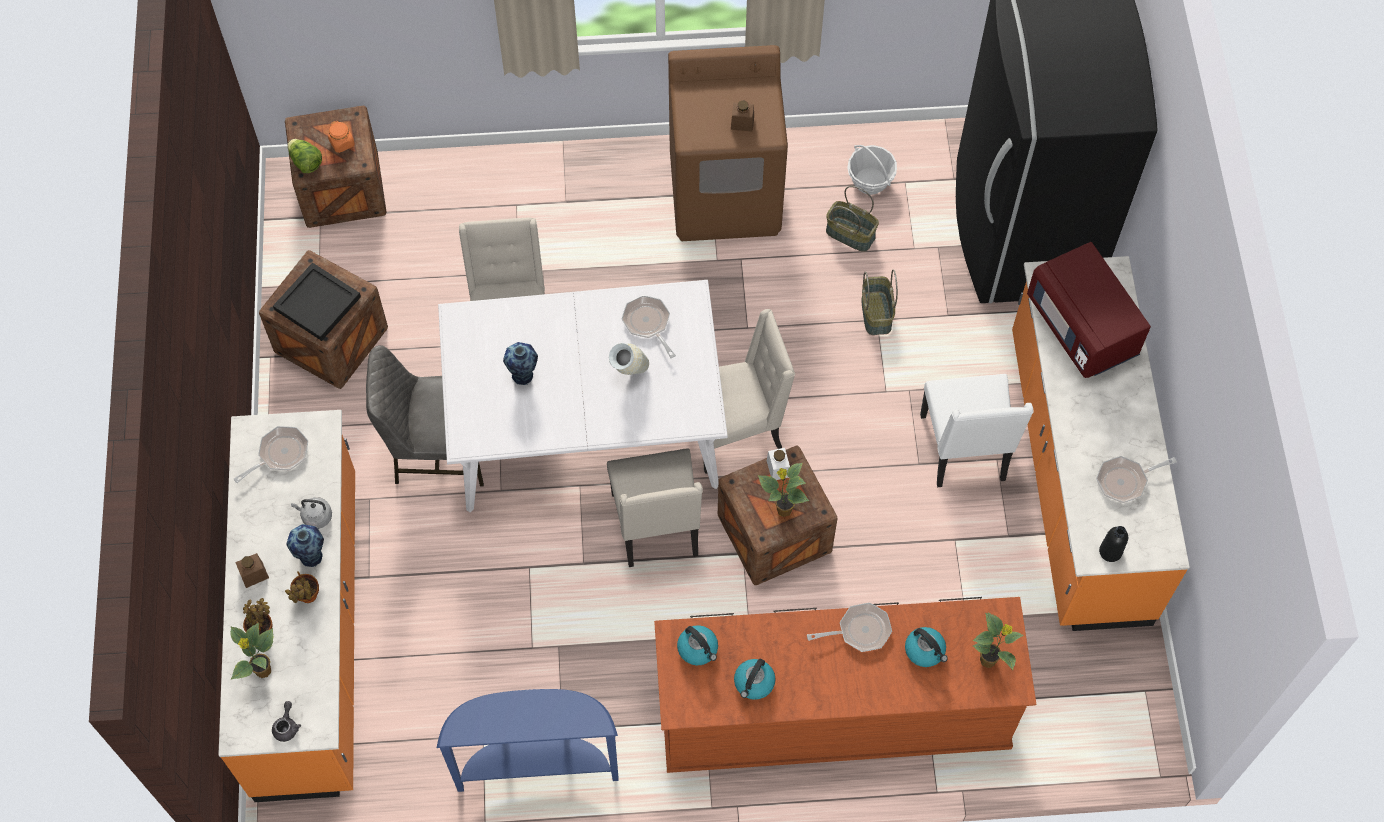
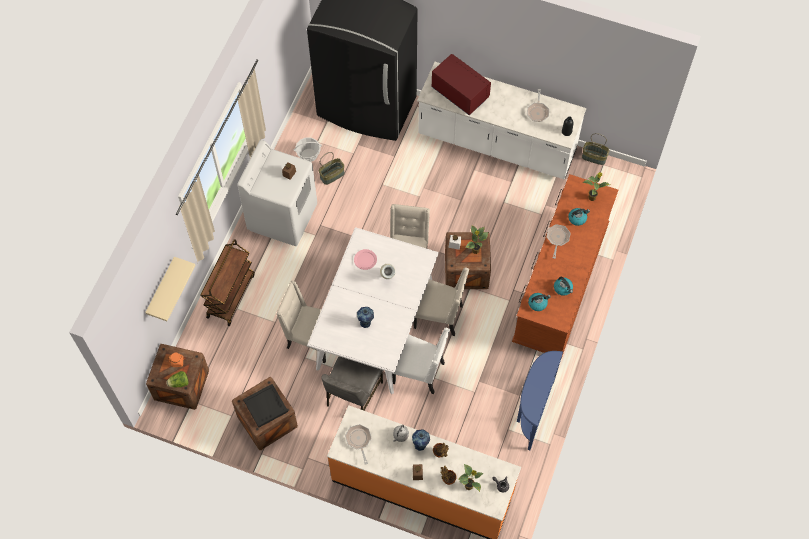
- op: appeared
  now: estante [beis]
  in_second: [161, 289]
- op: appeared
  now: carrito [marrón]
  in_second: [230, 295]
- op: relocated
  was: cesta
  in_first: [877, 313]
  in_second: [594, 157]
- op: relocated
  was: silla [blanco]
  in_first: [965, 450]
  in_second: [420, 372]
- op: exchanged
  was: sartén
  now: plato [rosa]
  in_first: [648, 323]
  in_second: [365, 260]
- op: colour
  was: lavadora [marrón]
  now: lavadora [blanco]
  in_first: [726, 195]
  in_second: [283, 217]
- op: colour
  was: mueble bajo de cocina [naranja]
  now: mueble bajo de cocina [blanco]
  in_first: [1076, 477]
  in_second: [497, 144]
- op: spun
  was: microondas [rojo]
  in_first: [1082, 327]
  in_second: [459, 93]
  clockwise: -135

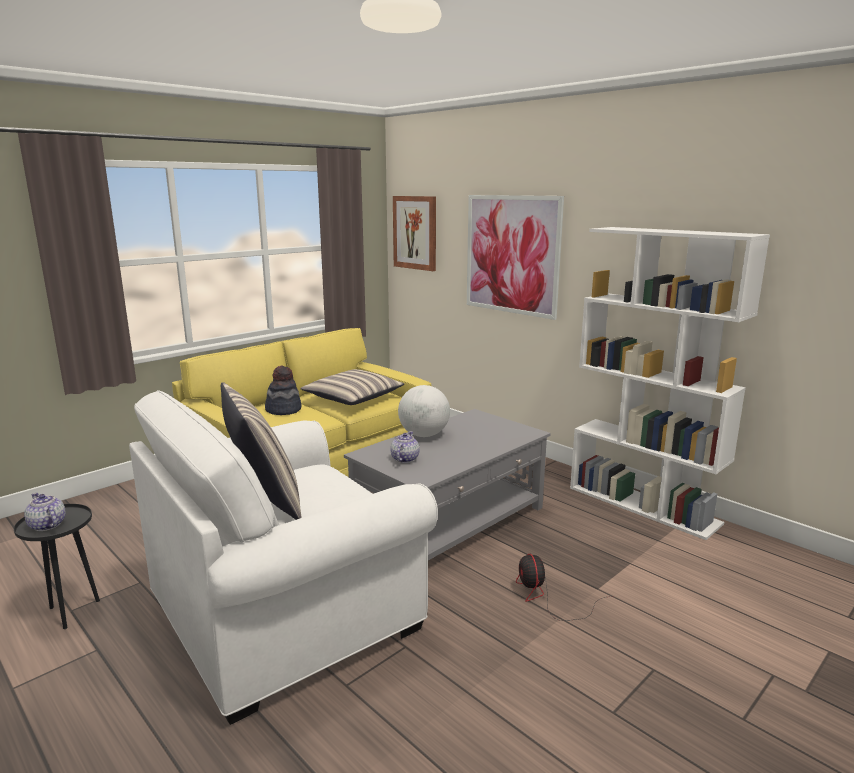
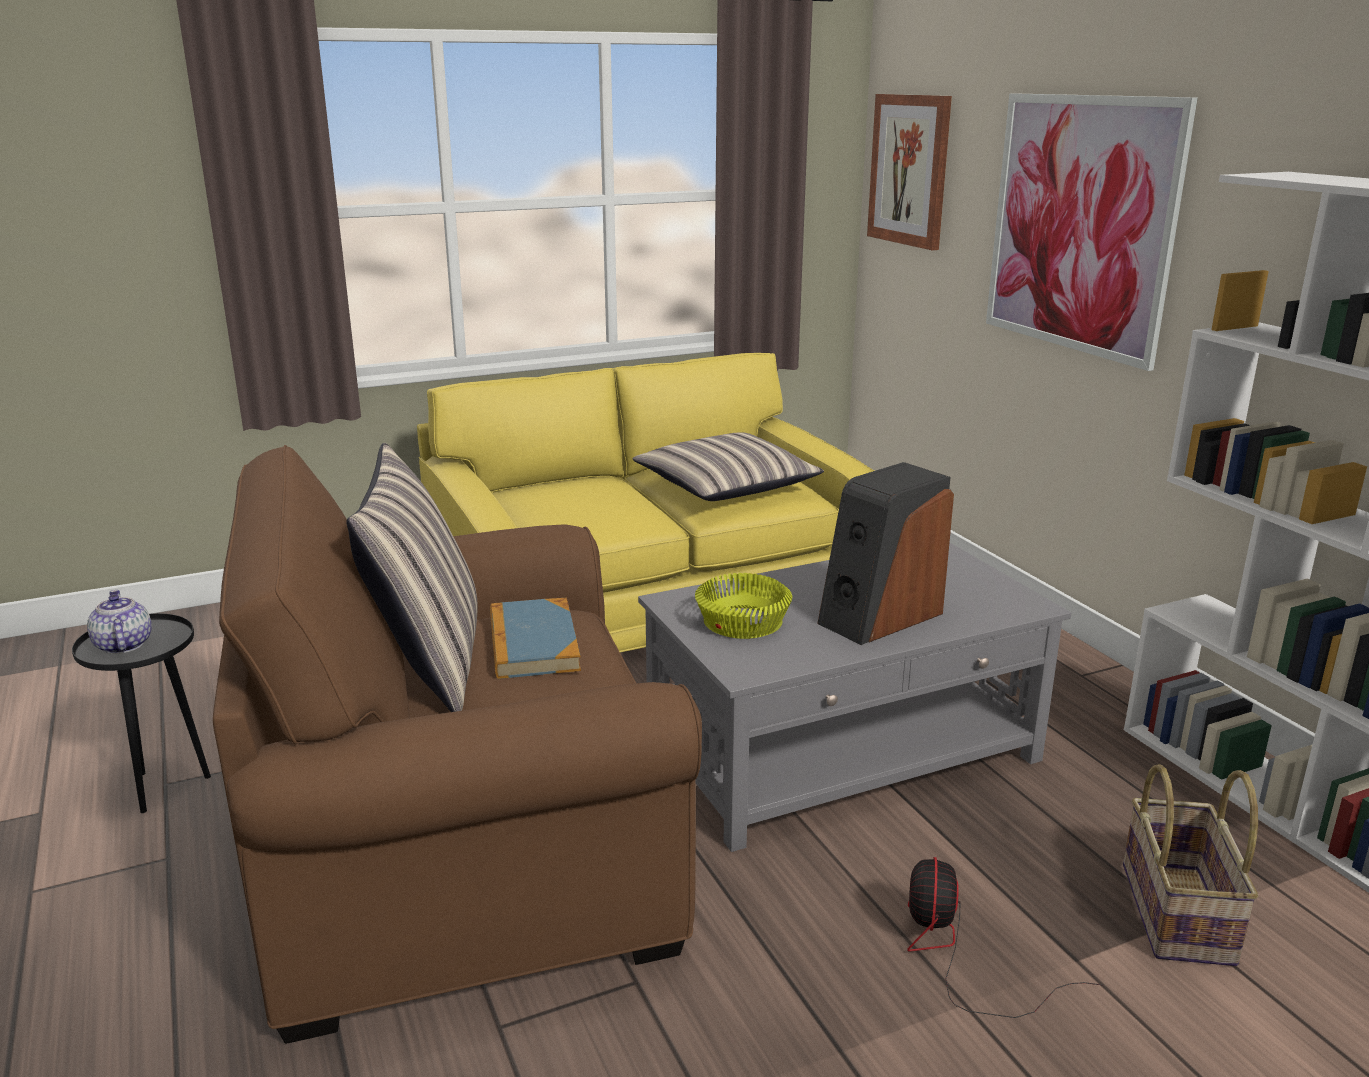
- op: missing
  was: sombrero
  in_first: [283, 410]
- op: missing
  was: globo terráqueo
  in_first: [424, 435]
- op: appeared
  now: libro
  in_second: [533, 643]
- op: appeared
  now: altavoz
  in_second: [879, 617]
- op: appeared
  now: cesta
  in_second: [1179, 914]
- op: exchanged
  was: tetera
  now: cuenco [amarillo]
  in_first: [404, 459]
  in_second: [741, 623]
- op: colour
  was: sillón [blanco]
  now: sillón [marrón]
  in_first: [285, 613]
  in_second: [466, 865]

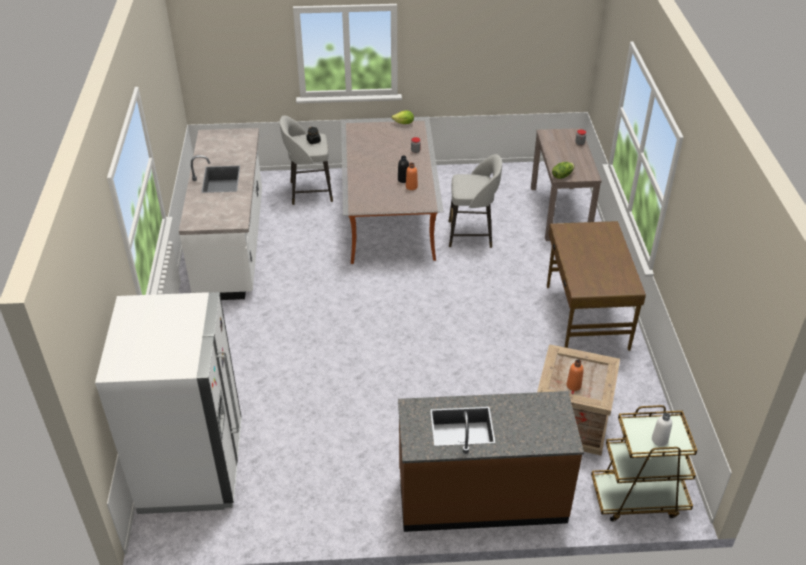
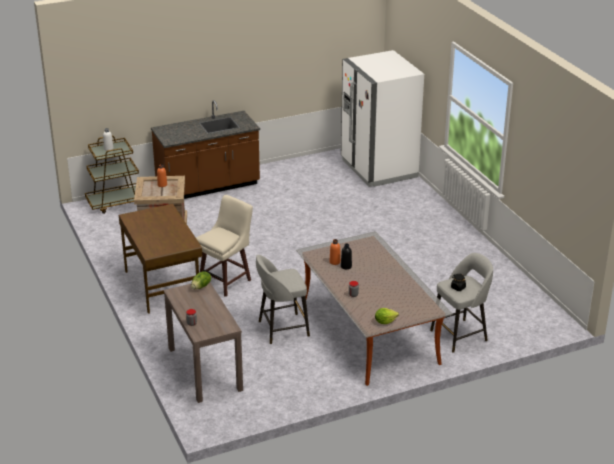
- op: missing
  was: mueble bajo de cocina [blanco]
  in_first: [232, 245]
- op: appeared
  now: taburete [beis]
  in_second: [226, 281]

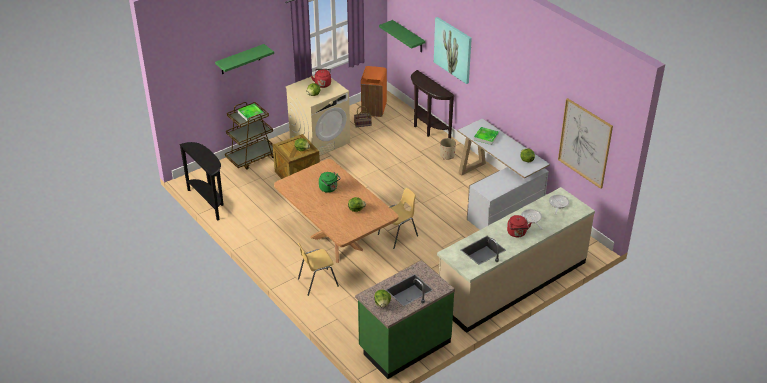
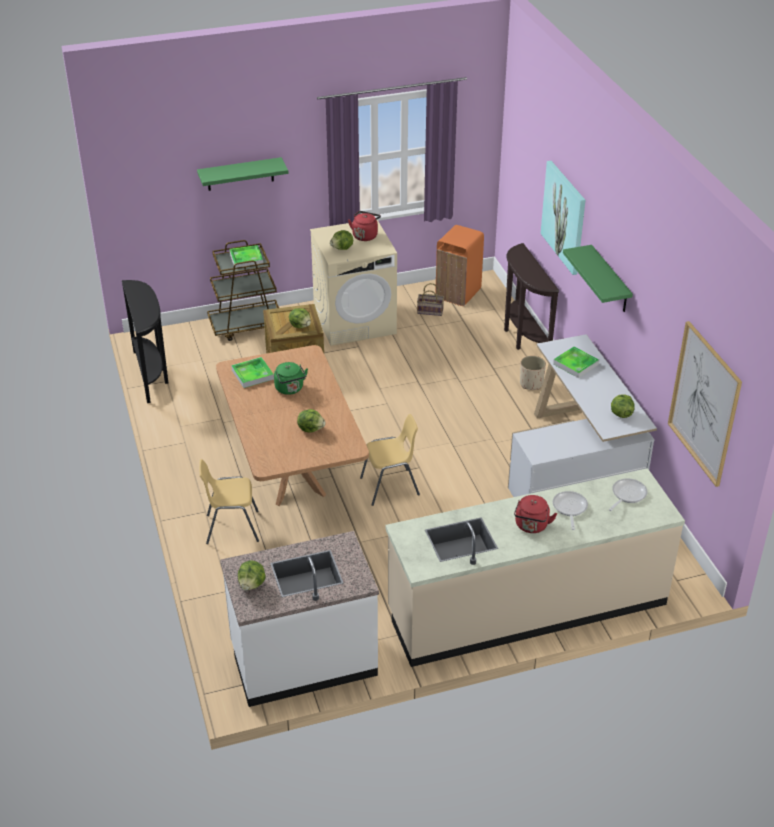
- op: appeared
  now: bandeja
  in_second: [252, 374]
- op: relocated
  was: estante [verde]
  in_first: [408, 36]
  in_second: [610, 280]
- op: colour
  was: mueble bajo de cocina [verde]
  now: mueble bajo de cocina [blanco]
  in_first: [404, 345]
  in_second: [303, 660]

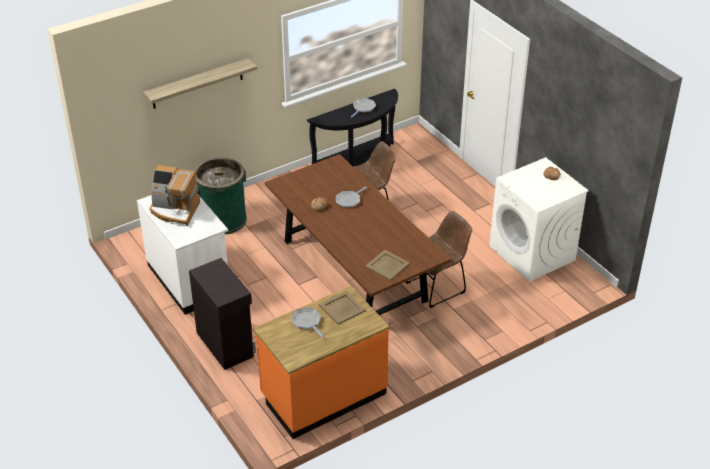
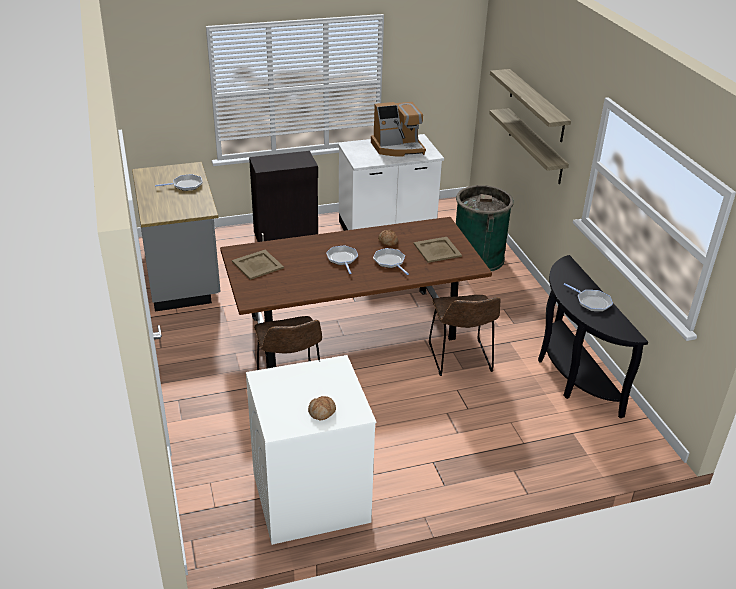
- op: appeared
  now: sartén
  in_second: [342, 259]
- op: appeared
  now: estante
  in_second: [535, 146]
- op: relocated
  was: bandeja [beis]
  in_first: [341, 308]
  in_second: [437, 249]
- op: colour
  was: mueble bajo de cocina [naranja]
  now: mueble bajo de cocina [gris]
  in_first: [323, 395]
  in_second: [183, 275]
- op: spun
  was: cafetera
  in_first: [175, 210]
  in_second: [398, 148]
  clockwise: -135

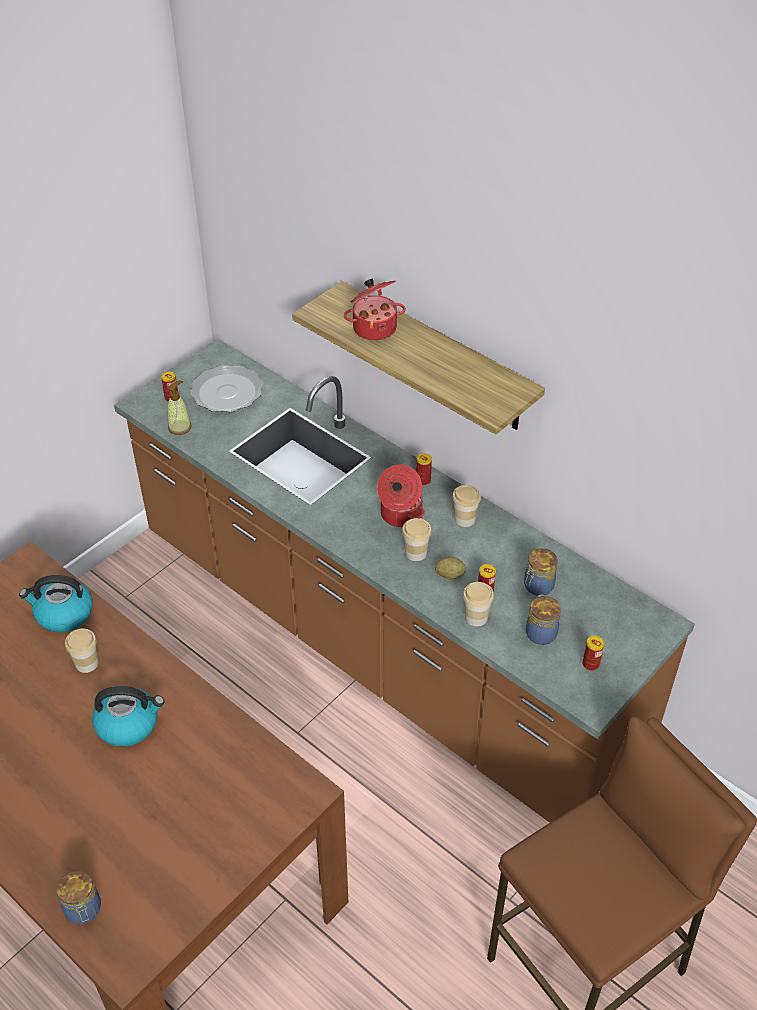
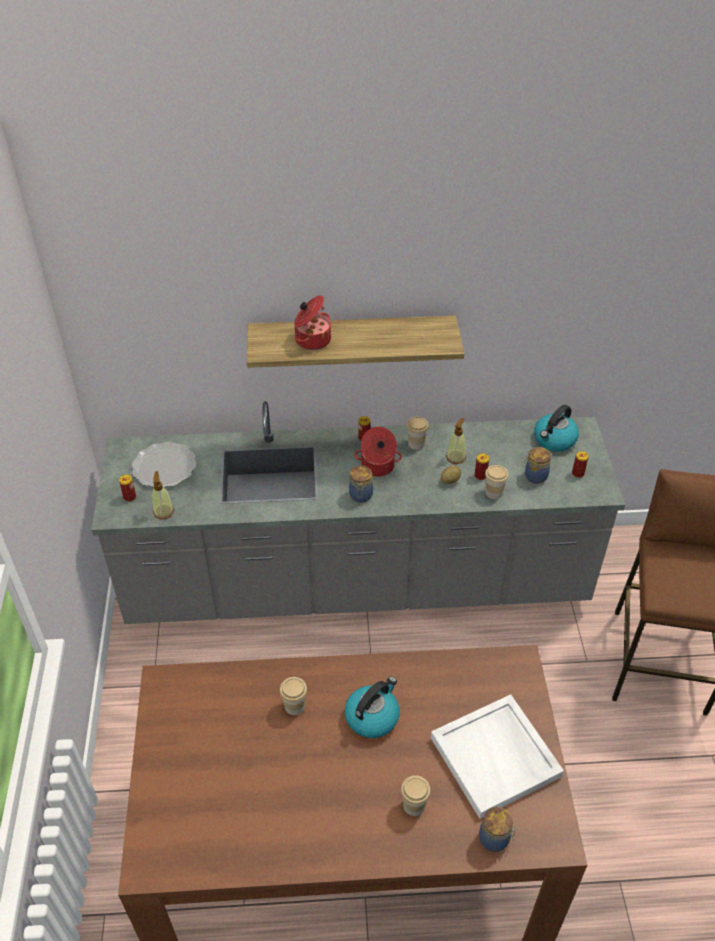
- op: appeared
  now: bandeja [blanco]
  in_second: [496, 757]
- op: appeared
  now: dispensador de jabón
  in_second: [456, 457]
- op: relocated
  was: hervidor
  in_first: [63, 614]
  in_second: [554, 440]
- op: relocated
  was: taza
  in_first: [416, 553]
  in_second: [414, 805]
- op: relocated
  was: tarro
  in_first: [537, 586]
  in_second: [360, 496]
- op: colour
  was: mueble bajo de cocina [marrón]
  now: mueble bajo de cocina [gris]
  in_first: [378, 647]
  in_second: [357, 585]

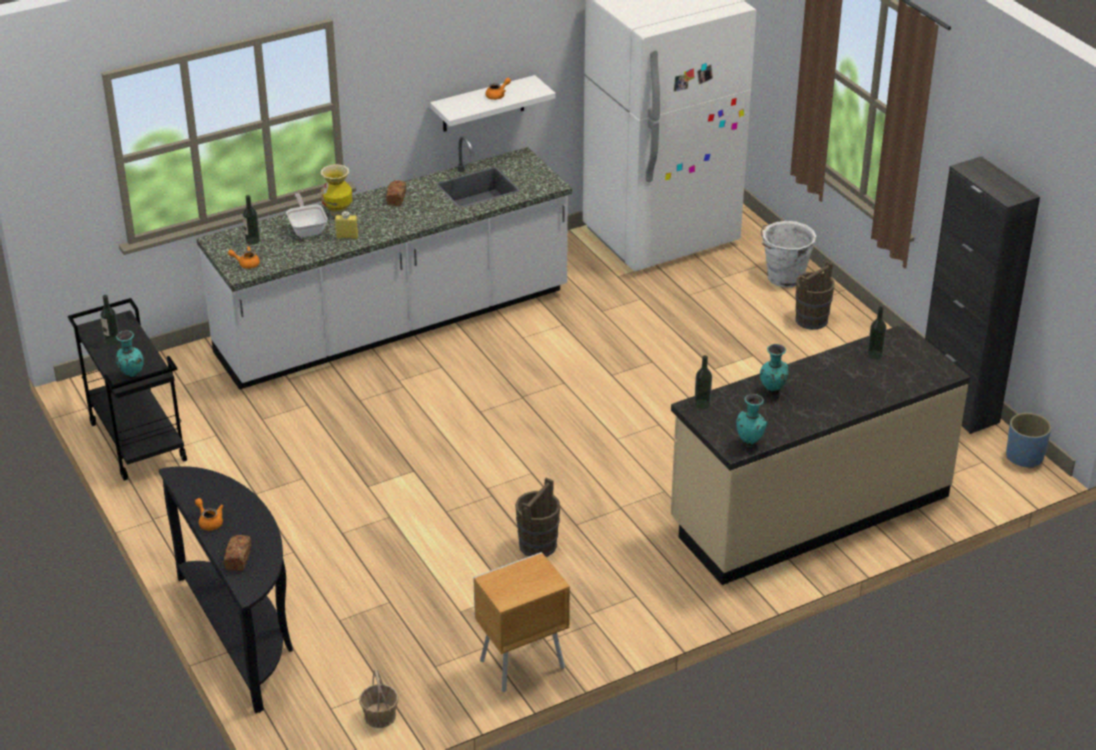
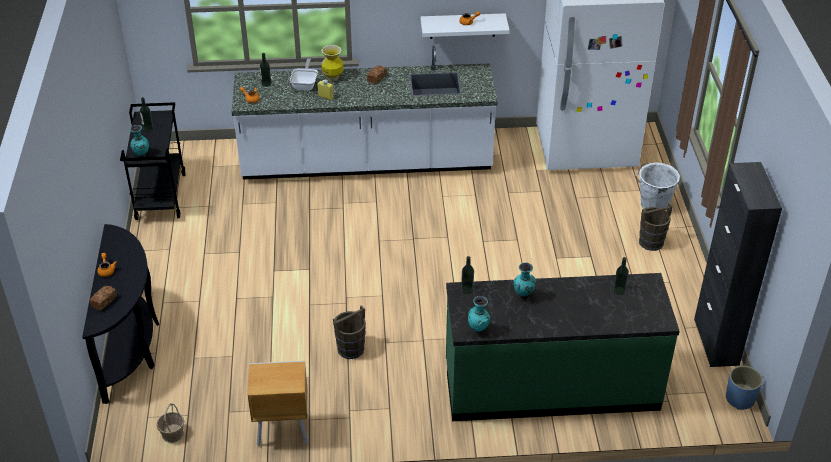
- op: colour
  was: mueble bajo de cocina [beis]
  now: mueble bajo de cocina [verde]
  in_first: [809, 510]
  in_second: [551, 386]

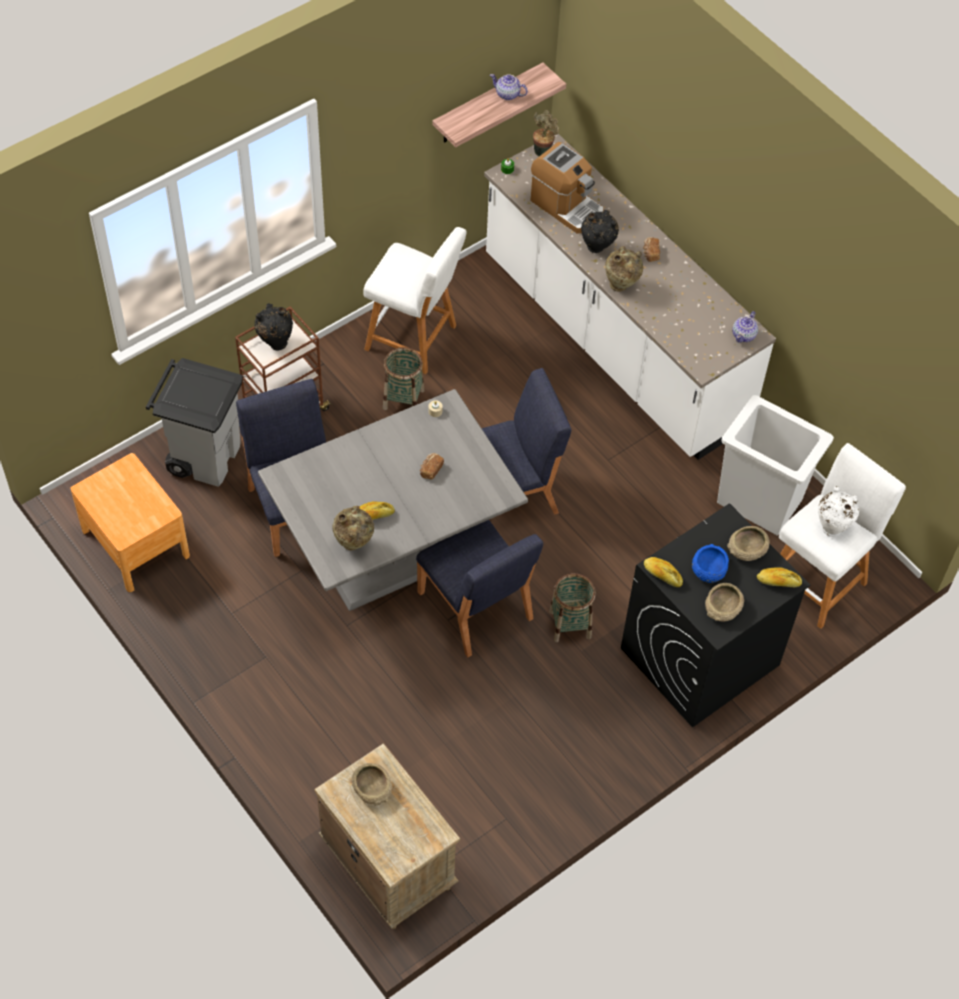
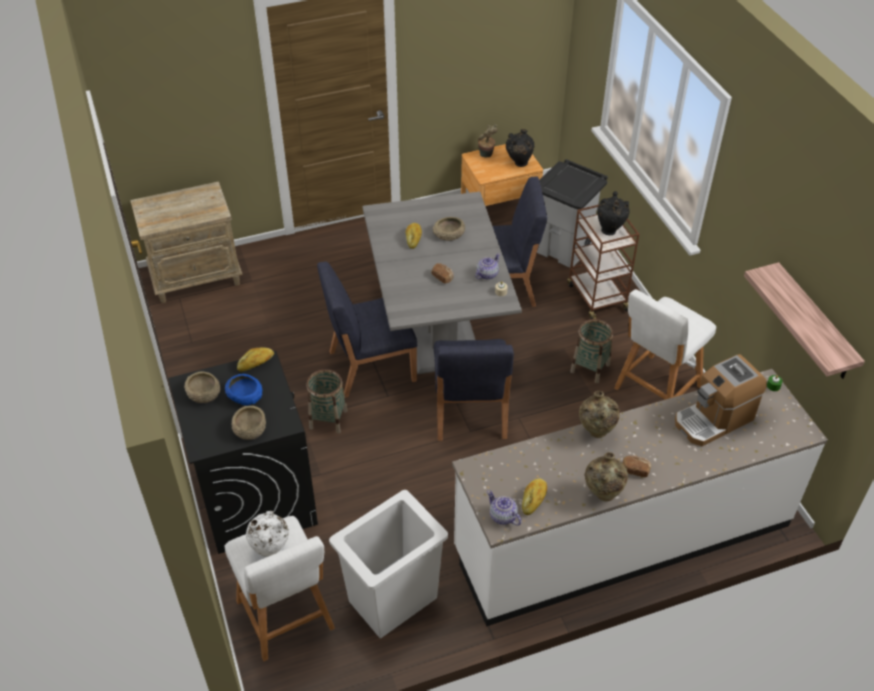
- op: relocated
  was: florero [beis]
  in_first: [354, 544]
  in_second: [602, 495]
- op: relocated
  was: cuenco [beis]
  in_first: [372, 788]
  in_second: [449, 234]
- op: relocated
  was: tetera
  in_first: [508, 94]
  in_second: [487, 274]
- op: relocated
  was: planta en maceta
  in_first: [543, 150]
  in_second: [486, 156]
- op: relocated
  was: florero [negro]
  in_first: [597, 249]
  in_second: [519, 163]
- op: relocated
  was: pan
  in_first: [778, 582]
  in_second: [533, 499]

